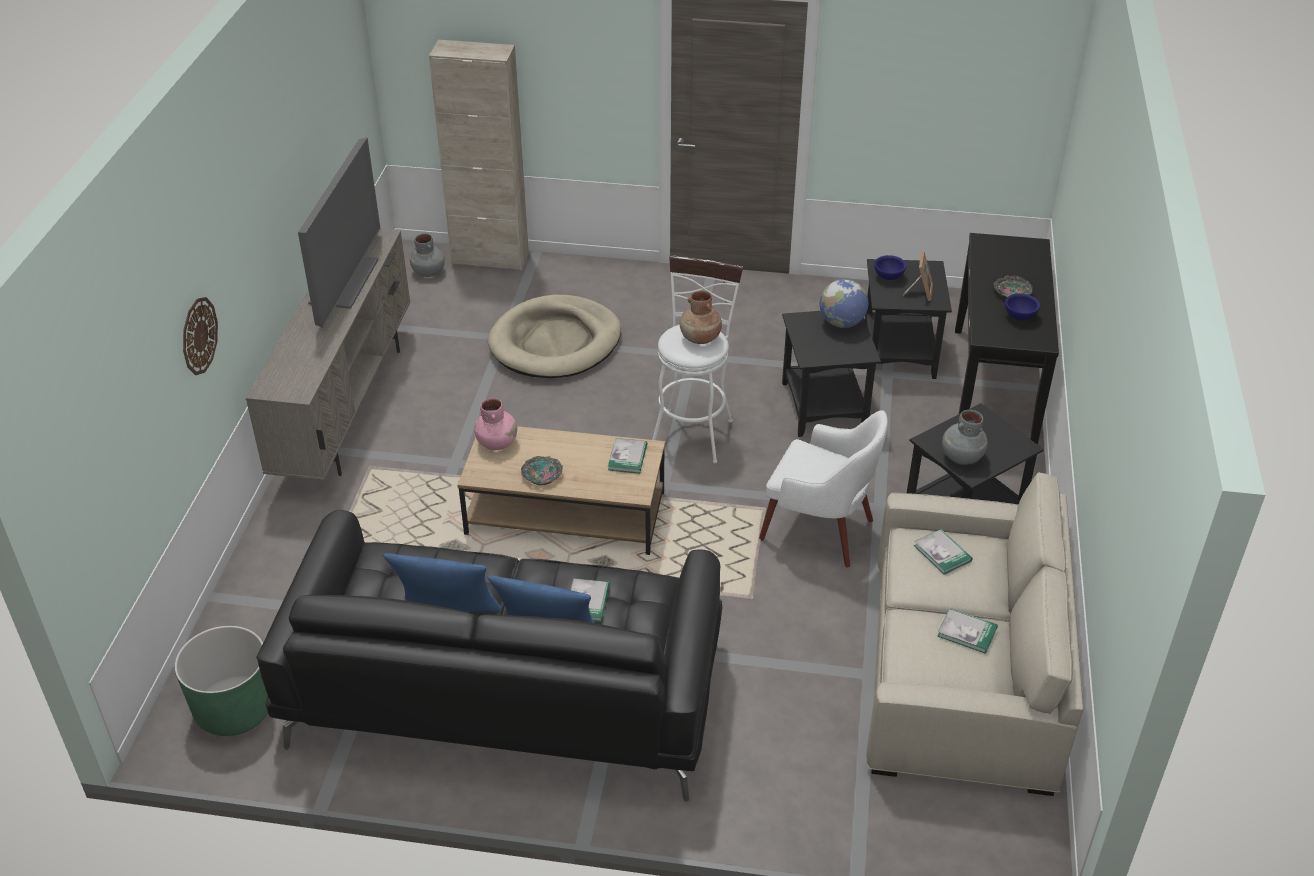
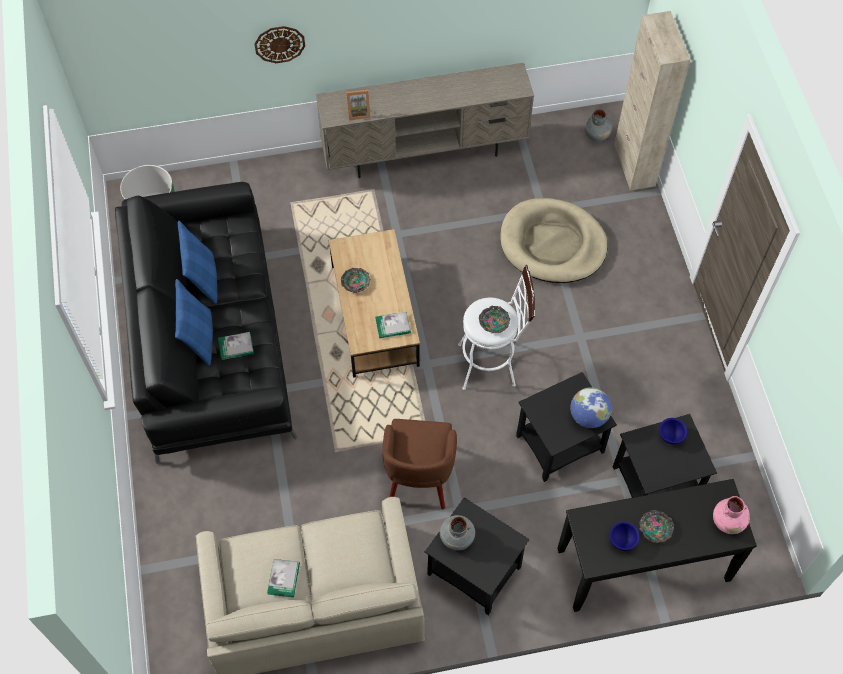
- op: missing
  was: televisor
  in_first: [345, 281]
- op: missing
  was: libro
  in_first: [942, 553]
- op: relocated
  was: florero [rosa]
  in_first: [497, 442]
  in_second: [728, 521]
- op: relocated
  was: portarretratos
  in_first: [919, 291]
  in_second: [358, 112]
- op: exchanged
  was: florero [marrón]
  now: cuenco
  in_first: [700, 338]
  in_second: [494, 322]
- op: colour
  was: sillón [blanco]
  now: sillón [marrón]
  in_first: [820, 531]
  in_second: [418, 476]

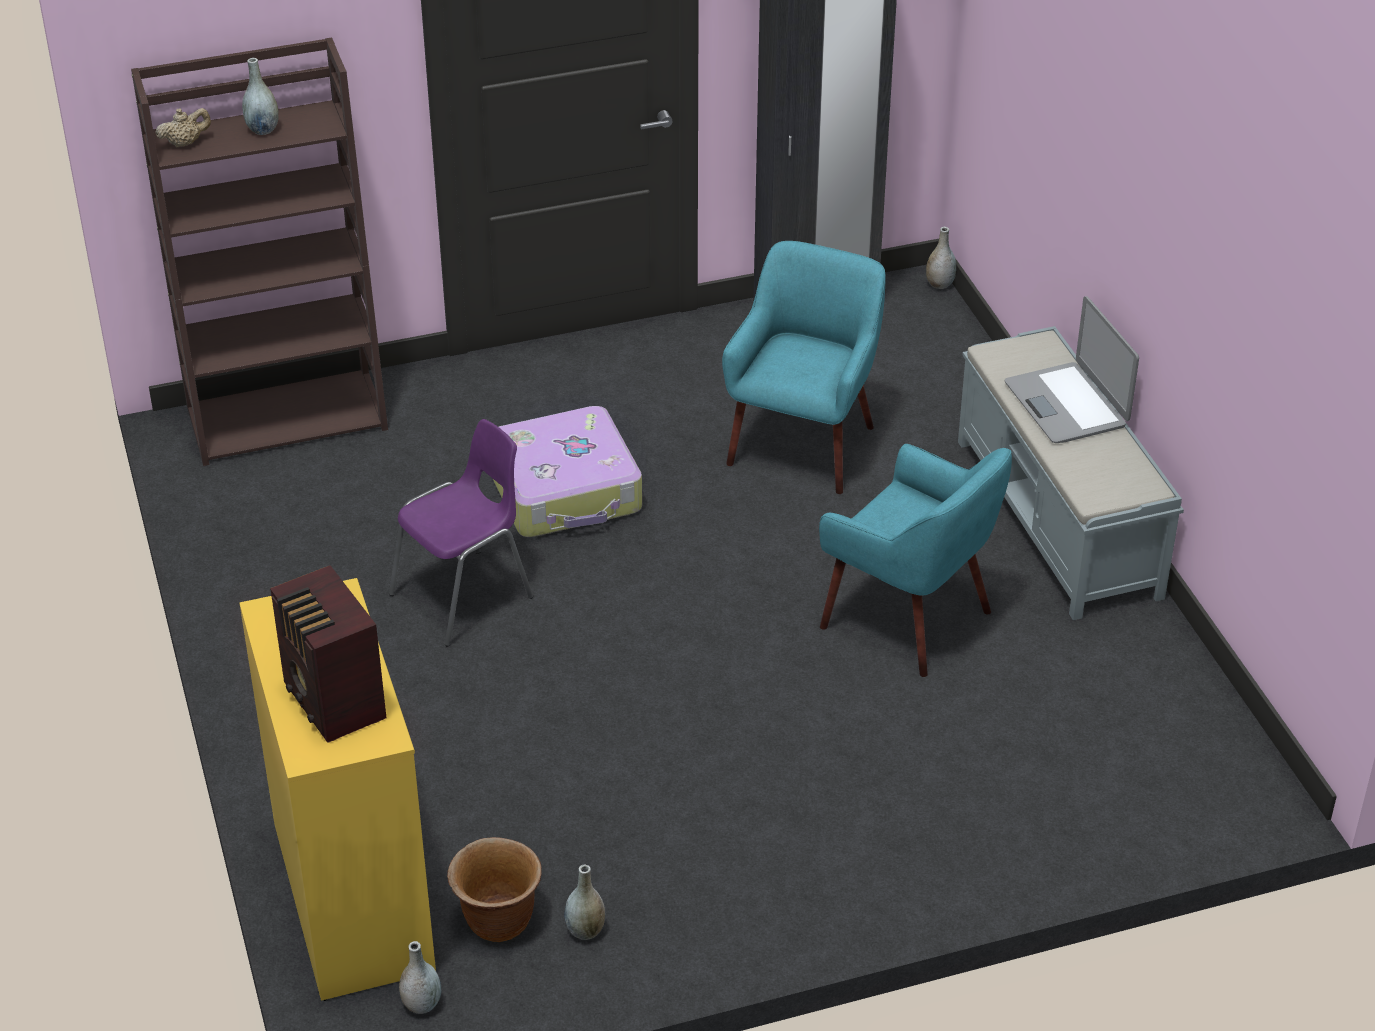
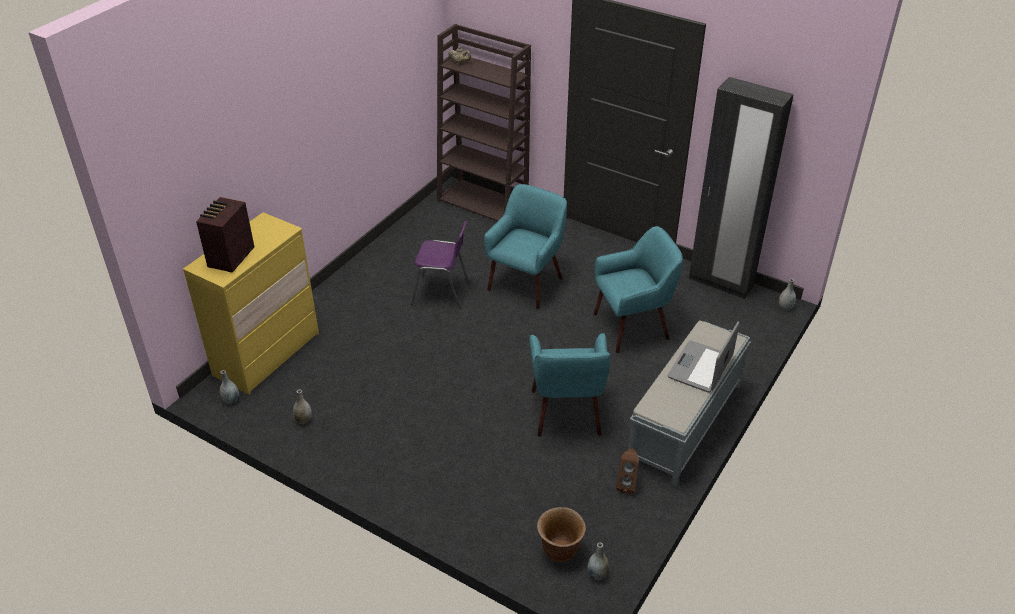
- op: appeared
  now: altavoz [marrón]
  in_second: [627, 484]
- op: relocated
  was: florero [gris]
  in_first: [262, 130]
  in_second: [597, 574]
- op: relocated
  was: maceta [marrón]
  in_first: [498, 922]
  in_second: [559, 550]
- op: exchanged
  was: maleta
  now: sillón [turquesa]
  in_first: [566, 490]
  in_second: [526, 283]

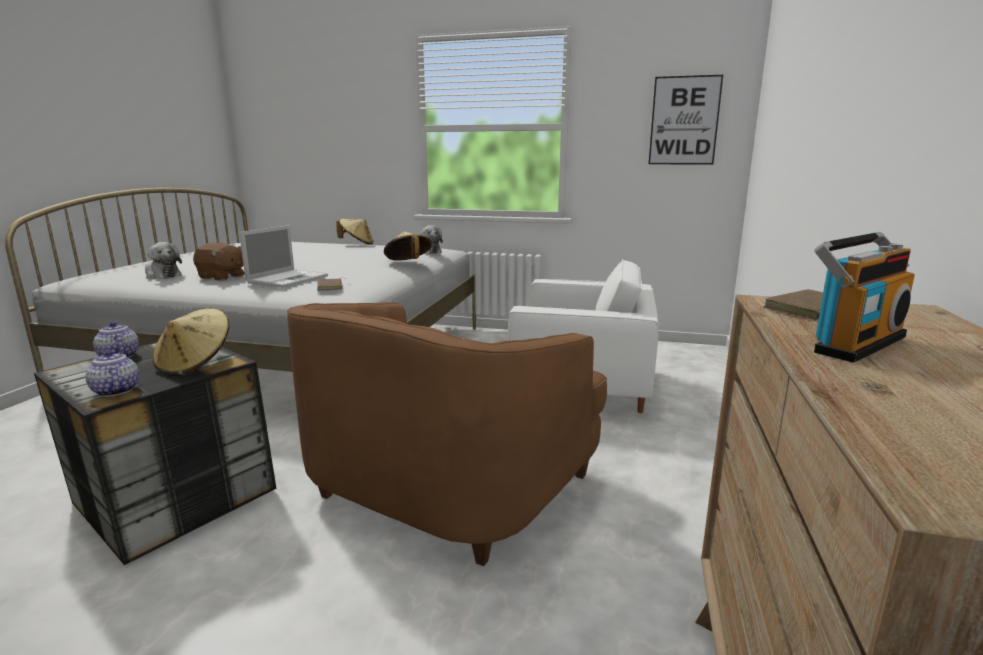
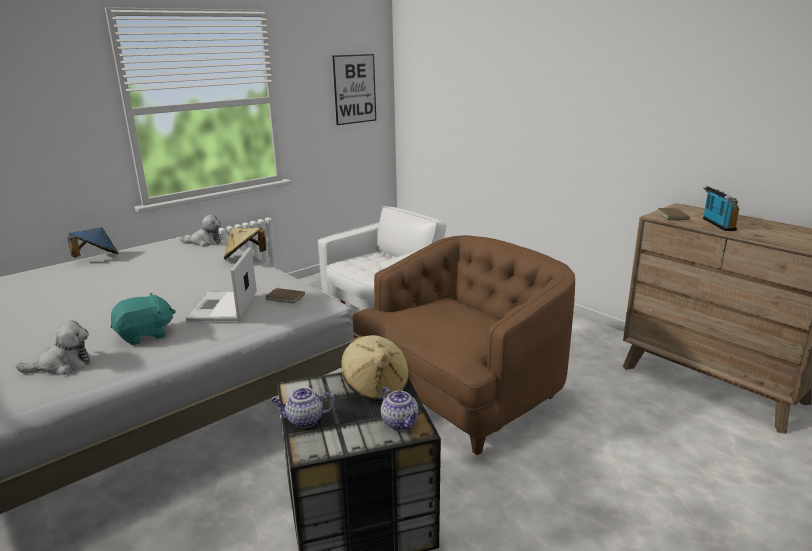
- op: colour
  was: peluche [marrón]
  now: peluche [turquesa]
  in_first: [222, 277]
  in_second: [145, 335]
- op: colour
  was: sombrero [beis]
  now: sombrero [azul]
  in_first: [357, 244]
  in_second: [96, 258]
- op: spun
  was: tetera
  in_first: [115, 390]
  in_second: [400, 423]
  clockwise: -120
- op: spun
  was: portátil
  in_first: [288, 279]
  in_second: [223, 307]
  clockwise: -150
- op: spun
  was: sillón [marrón]
  in_first: [451, 482]
  in_second: [461, 391]
  clockwise: -105

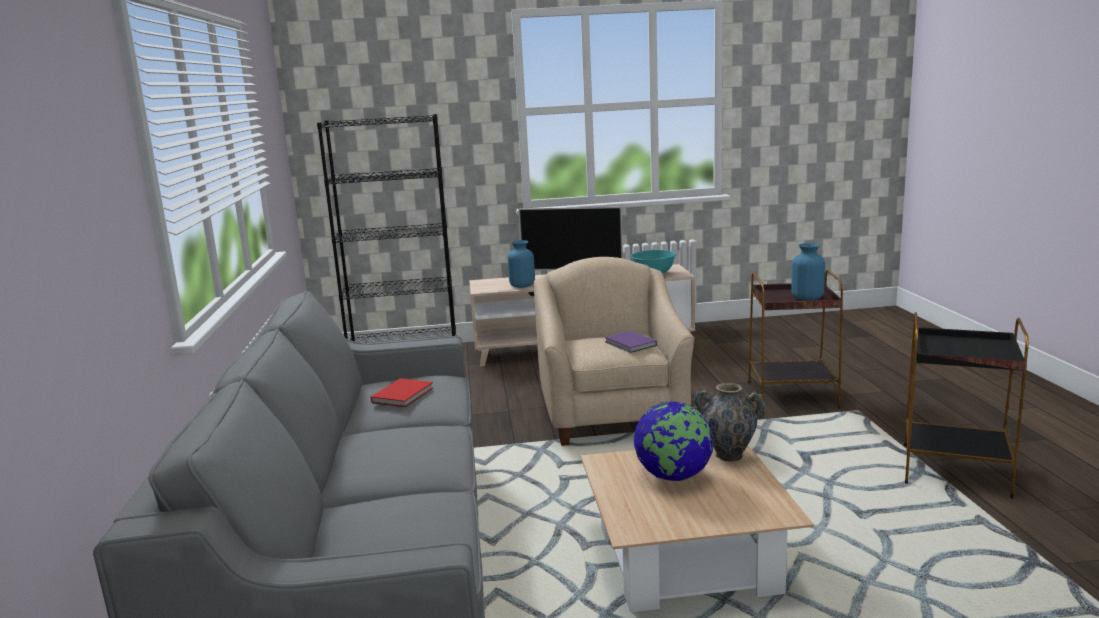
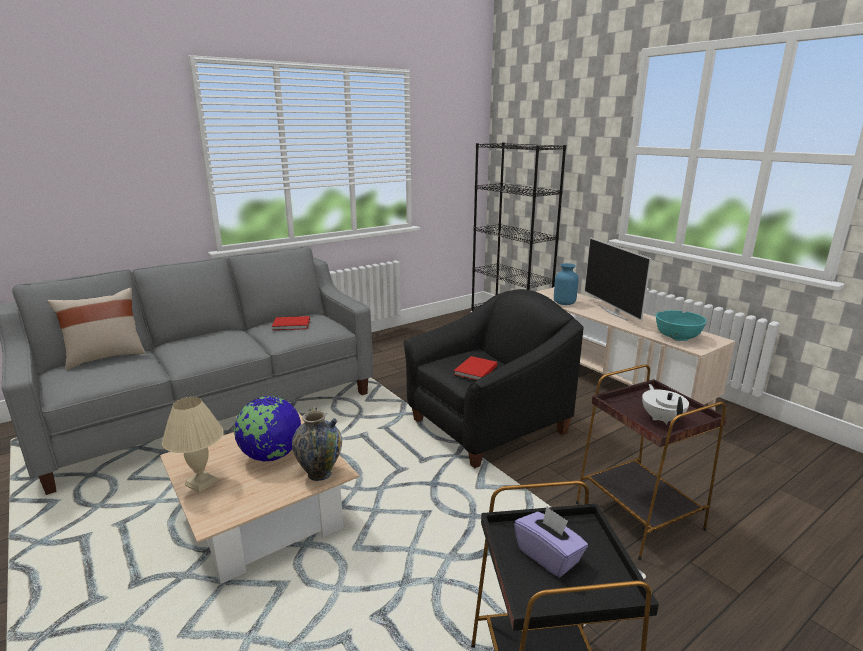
- op: appeared
  now: cojín [beis]
  in_second: [106, 357]
- op: appeared
  now: lámpara de mesa [beis]
  in_second: [200, 483]
- op: appeared
  now: caja de pañuelos [morado]
  in_second: [548, 556]
- op: exchanged
  was: florero [azul]
  now: tetera [blanco]
  in_first: [807, 298]
  in_second: [662, 419]
- op: colour
  was: sillón [beis]
  now: sillón [negro]
  in_first: [612, 415]
  in_second: [487, 426]
- op: colour
  was: libro [morado]
  now: libro [rojo]
  in_first: [630, 344]
  in_second: [474, 370]

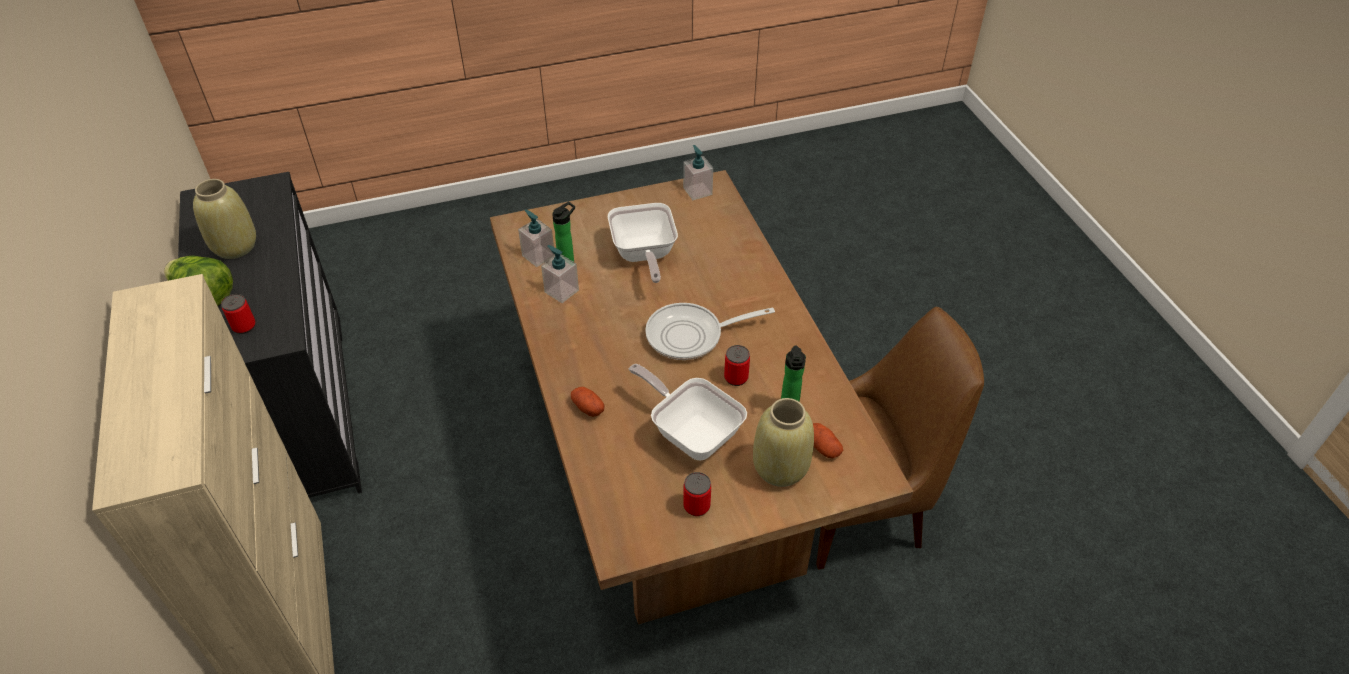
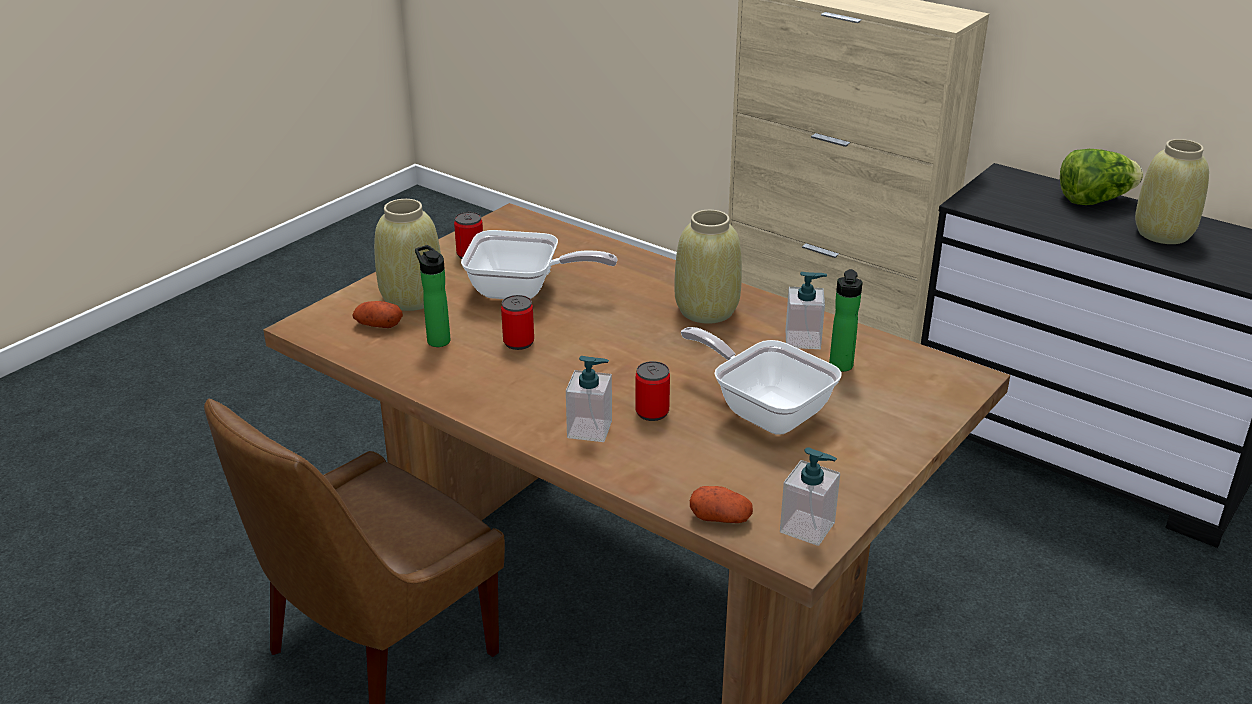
- op: missing
  was: sartén
  in_first: [691, 336]
- op: appeared
  now: florero [beis]
  in_second: [706, 311]
- op: relocated
  was: lata
  in_first: [244, 326]
  in_second: [652, 412]
- op: relocated
  was: dispensador de jabón
  in_first: [538, 256]
  in_second: [590, 429]
- op: relocated
  was: patata
  in_first: [587, 407]
  in_second: [720, 518]

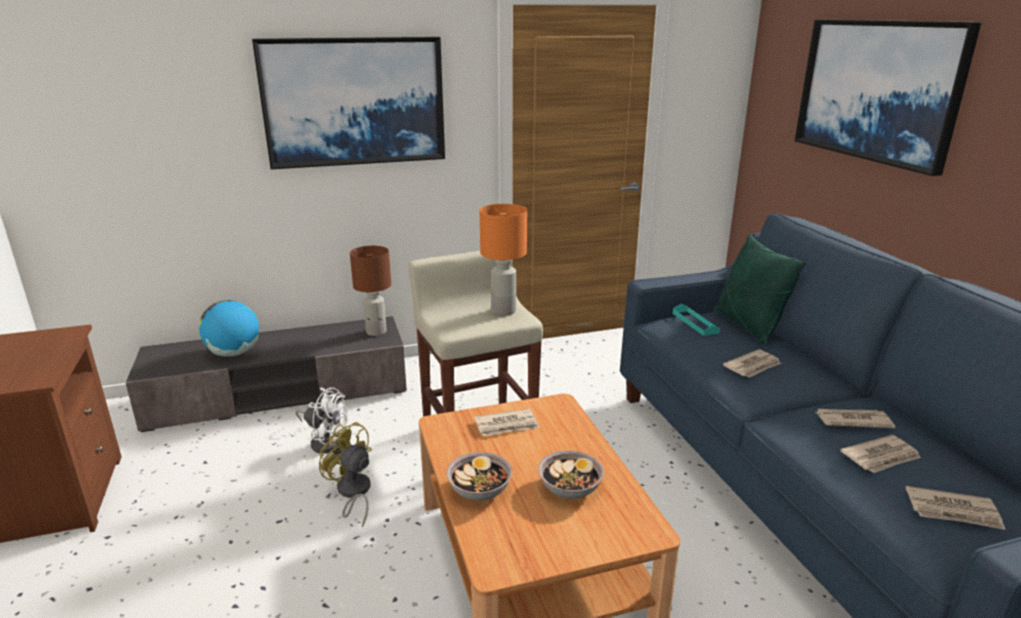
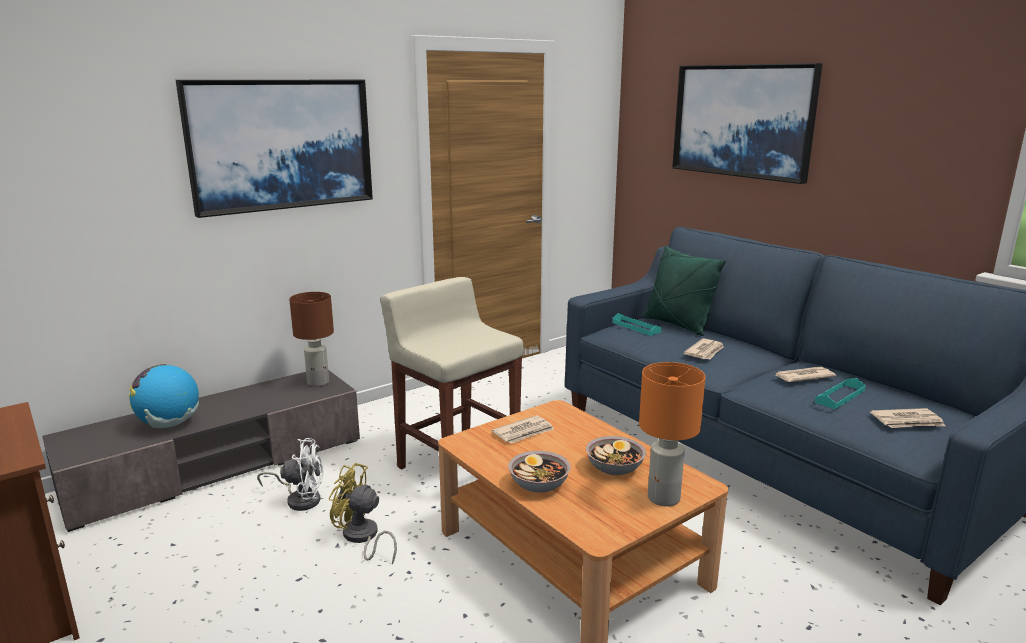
- op: relocated
  was: lámpara de mesa [naranja]
  in_first: [503, 311]
  in_second: [664, 498]
- op: exchanged
  was: periódico
  now: bandeja [turquesa]
  in_first: [881, 457]
  in_second: [840, 396]

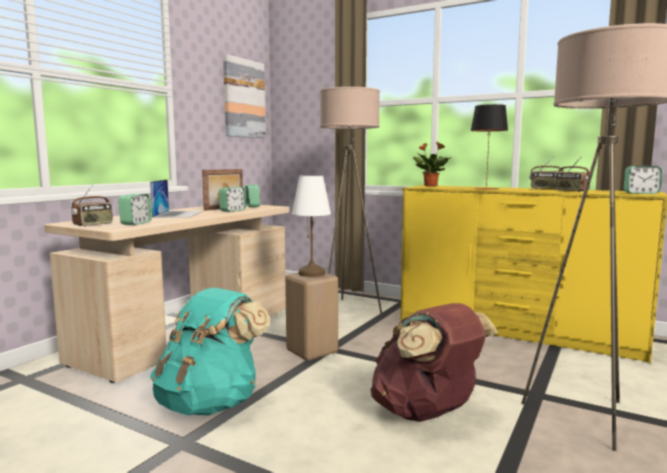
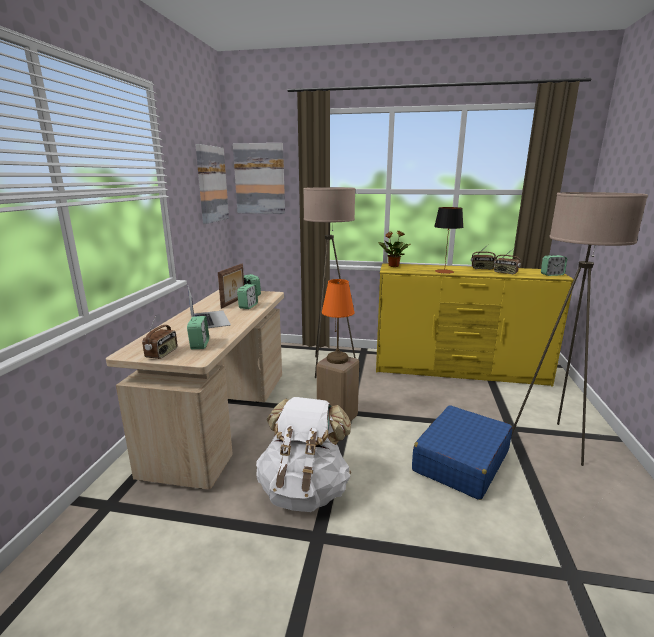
- op: appeared
  now: cuadro
  in_second: [260, 179]
- op: exchanged
  was: mochila [marrón]
  now: maleta [azul]
  in_first: [427, 413]
  in_second: [460, 461]
- op: colour
  was: mochila [turquesa]
  now: mochila [blanco]
  in_first: [210, 403]
  in_second: [304, 490]
- op: colour
  was: lámpara de mesa [blanco]
  now: lámpara de mesa [naranja]
  in_first: [312, 273]
  in_second: [337, 359]

